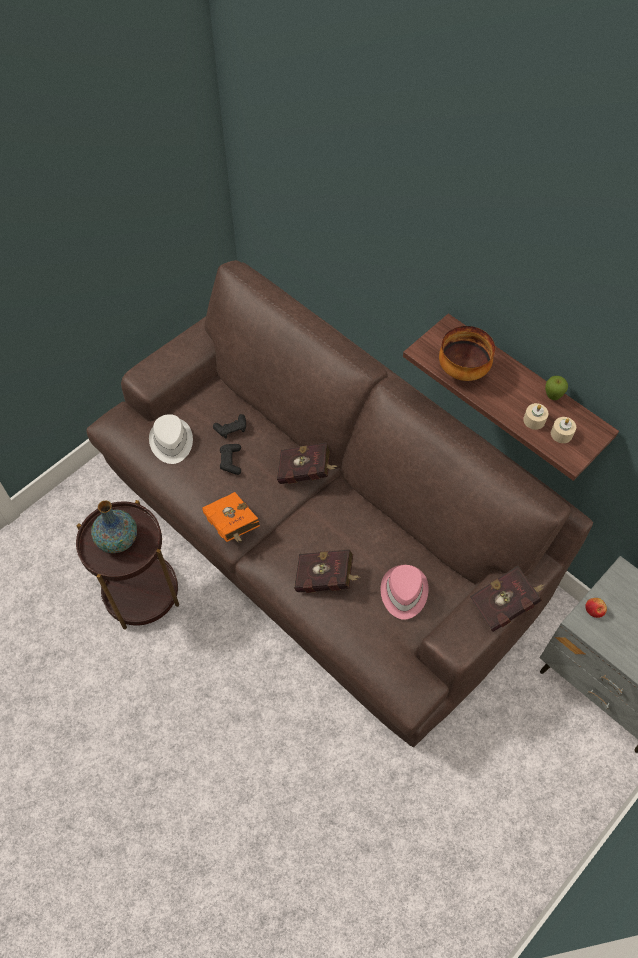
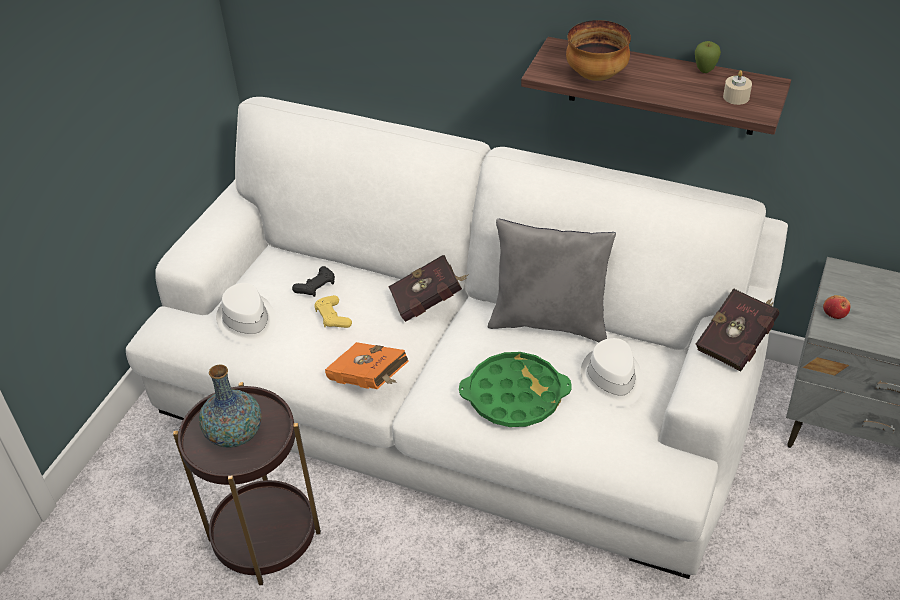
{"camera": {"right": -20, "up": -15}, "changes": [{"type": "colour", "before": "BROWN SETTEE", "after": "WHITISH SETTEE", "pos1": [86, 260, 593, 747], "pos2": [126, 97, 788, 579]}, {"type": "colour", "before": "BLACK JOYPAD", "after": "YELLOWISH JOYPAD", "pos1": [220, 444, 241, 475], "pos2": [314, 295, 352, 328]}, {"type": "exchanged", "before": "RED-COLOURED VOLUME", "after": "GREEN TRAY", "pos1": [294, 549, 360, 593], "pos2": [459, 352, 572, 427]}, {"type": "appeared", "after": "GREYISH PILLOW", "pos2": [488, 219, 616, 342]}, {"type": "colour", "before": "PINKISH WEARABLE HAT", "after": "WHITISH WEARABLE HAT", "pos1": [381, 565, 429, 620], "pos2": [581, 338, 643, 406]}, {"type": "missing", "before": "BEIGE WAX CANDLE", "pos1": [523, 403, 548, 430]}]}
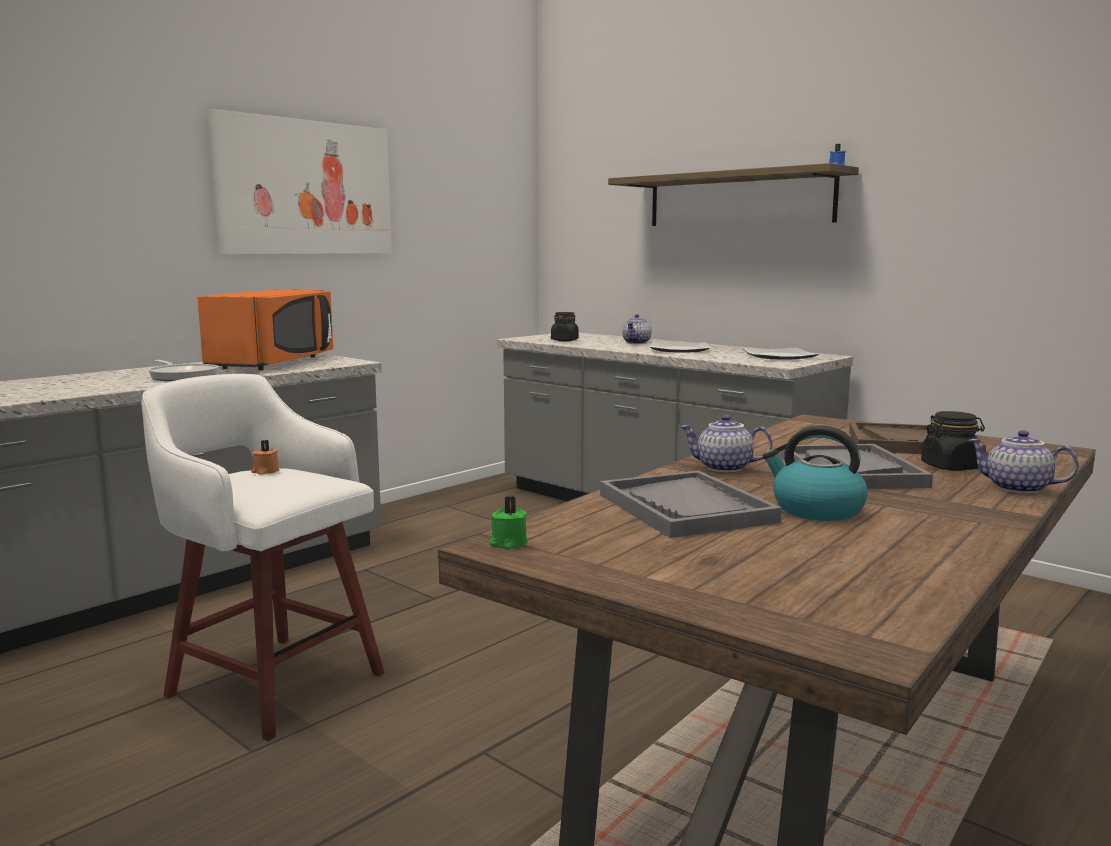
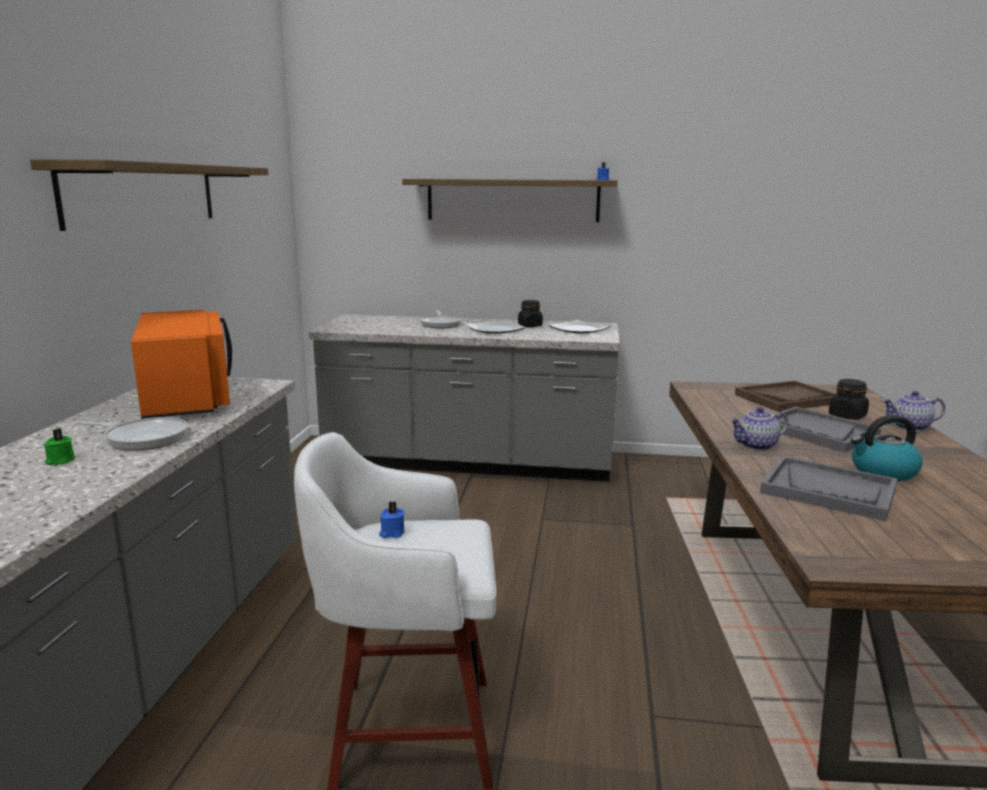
{"camera": {"right": -35, "up": 5}, "changes": [{"type": "exchanged", "before": "PICTURE", "after": "SHELF", "pos1": [208, 109, 392, 254], "pos2": [30, 159, 268, 231]}, {"type": "relocated", "before": "GREEN WAX CANDLE", "pos1": [489, 496, 528, 549], "pos2": [44, 429, 75, 465]}, {"type": "colour", "before": "ORANGEY WAX CANDLE", "after": "BLUE WAX CANDLE", "pos1": [252, 440, 279, 475], "pos2": [379, 501, 405, 538]}, {"type": "exchanged", "before": "TEAPOT", "after": "SKILLET", "pos1": [622, 314, 652, 344], "pos2": [420, 311, 462, 328]}, {"type": "relocated", "before": "BLACK STORAGE JAR", "pos1": [551, 312, 579, 341], "pos2": [518, 300, 543, 327]}]}
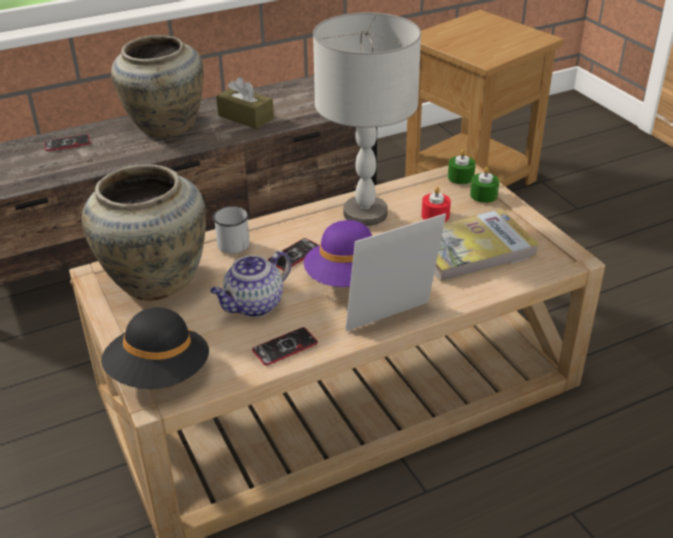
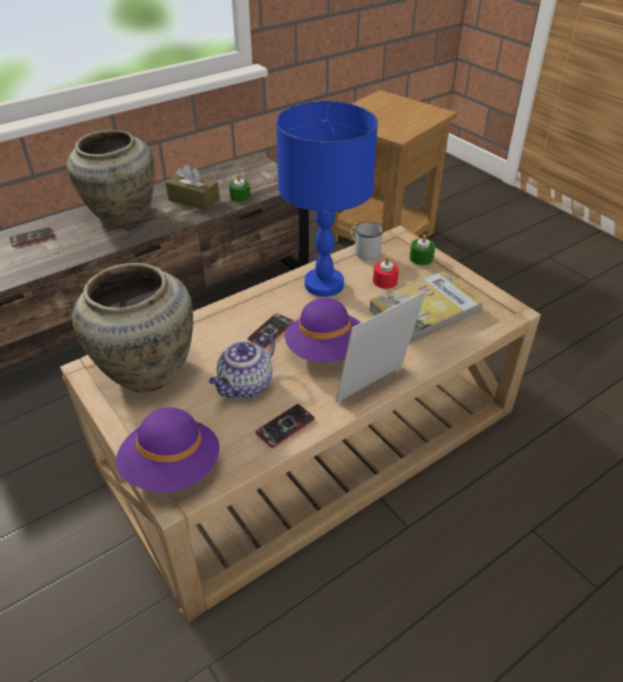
{"camera": {"right": -10, "up": 5}, "changes": [{"type": "colour", "before": "BLACK WEARABLE HAT", "after": "PURPLE WEARABLE HAT", "pos1": [101, 307, 209, 389], "pos2": [116, 407, 219, 492]}, {"type": "relocated", "before": "GREEN WAX CANDLE", "pos1": [448, 149, 476, 184], "pos2": [229, 174, 251, 202]}, {"type": "colour", "before": "GREYISH LAMP FOR A TABLE", "after": "BLUE LAMP FOR A TABLE", "pos1": [313, 12, 421, 226], "pos2": [276, 101, 378, 297]}, {"type": "relocated", "before": "WHITISH COFFEE MUG", "pos1": [213, 206, 250, 254], "pos2": [350, 222, 384, 260]}]}
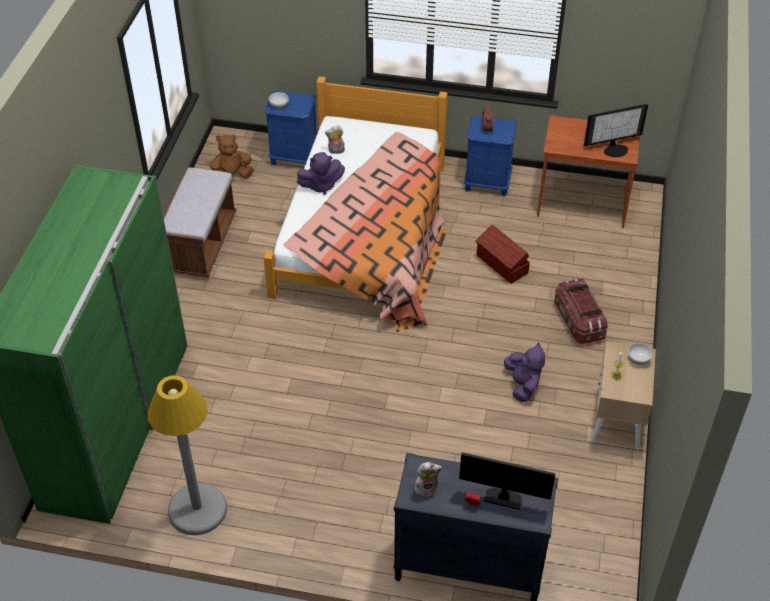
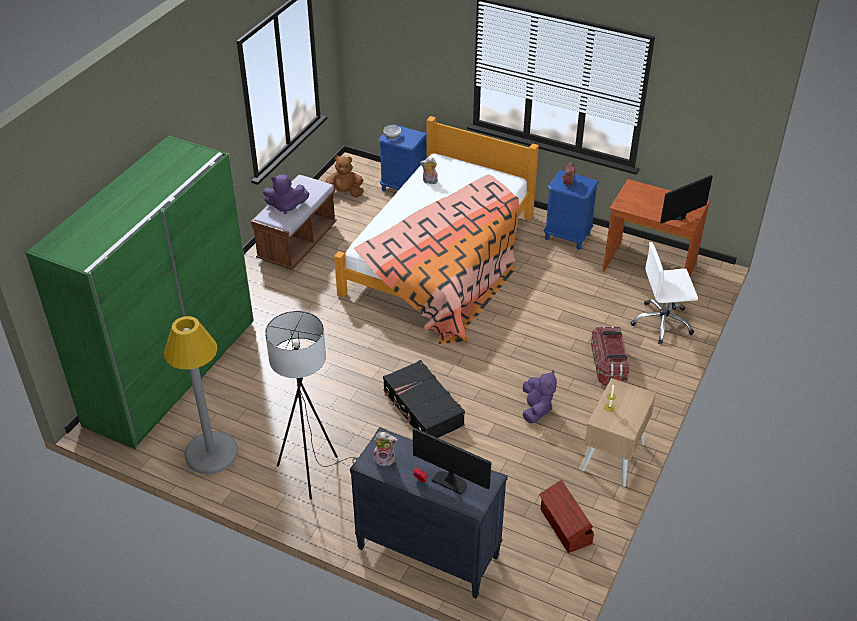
{"camera": {"right": 15, "up": -5}, "changes": [{"type": "relocated", "before": "PURPLE CUDDLY TOY", "pos1": [297, 152, 345, 195], "pos2": [263, 174, 309, 214]}, {"type": "appeared", "after": "GREYISH FLOOR LAMP", "pos2": [265, 311, 358, 500]}, {"type": "appeared", "after": "BLACK SUITCASE", "pos2": [383, 360, 465, 438]}, {"type": "relocated", "before": "BROWN STORAGE CONTAINER", "pos1": [476, 224, 530, 284], "pos2": [539, 480, 594, 553]}, {"type": "appeared", "after": "WHITISH COMPUTER CHAIR", "pos2": [630, 242, 698, 344]}, {"type": "spun", "before": "COMPUTER SCREEN", "pos1": [584, 104, 648, 157], "pos2": [660, 175, 713, 224], "turn": 150}, {"type": "missing", "before": "SERVING BOWL", "pos1": [628, 343, 653, 365]}]}
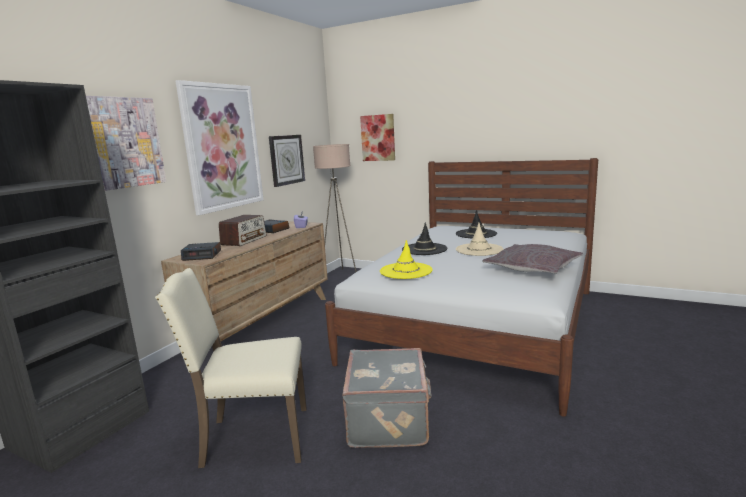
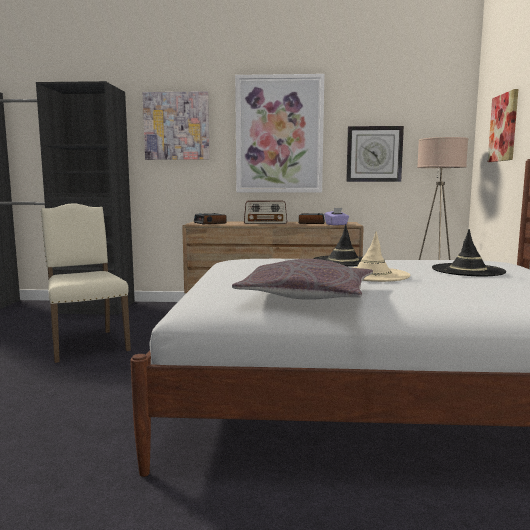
{"camera": {"right": 65, "up": -5}, "changes": [{"type": "missing", "before": "GREYISH SUITCASE", "pos1": [342, 348, 432, 448]}, {"type": "missing", "before": "YELLOWISH WEARABLE HAT", "pos1": [380, 240, 433, 279]}]}
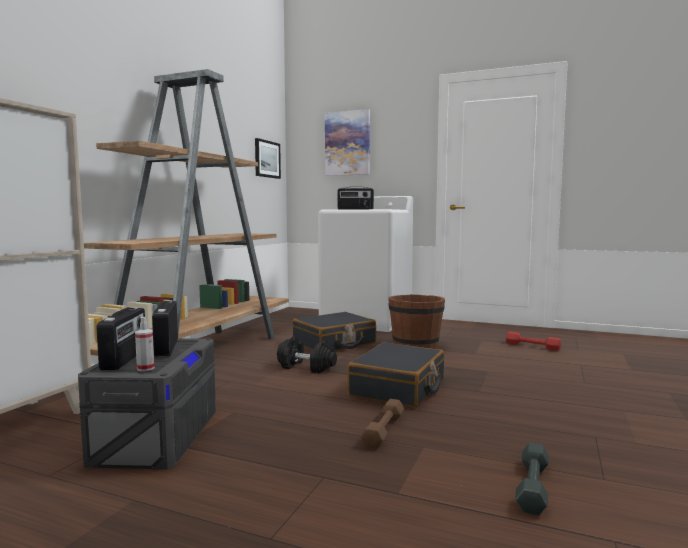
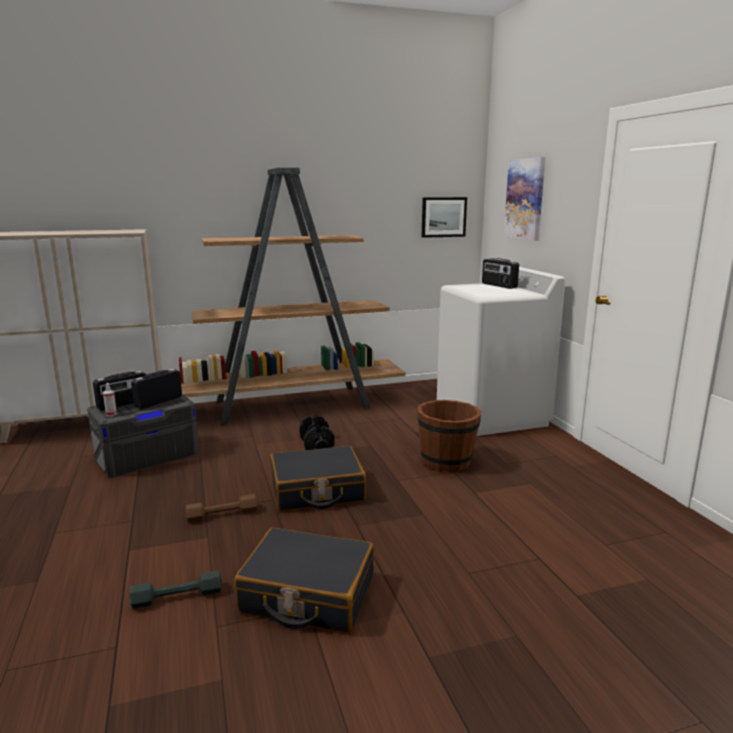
{"camera": {"right": 50, "up": 10}, "changes": [{"type": "relocated", "before": "BLACK SUITCASE", "pos1": [292, 312, 376, 351], "pos2": [234, 527, 374, 634]}, {"type": "missing", "before": "RED-COLOURED DUMBBELL", "pos1": [506, 331, 561, 351]}]}
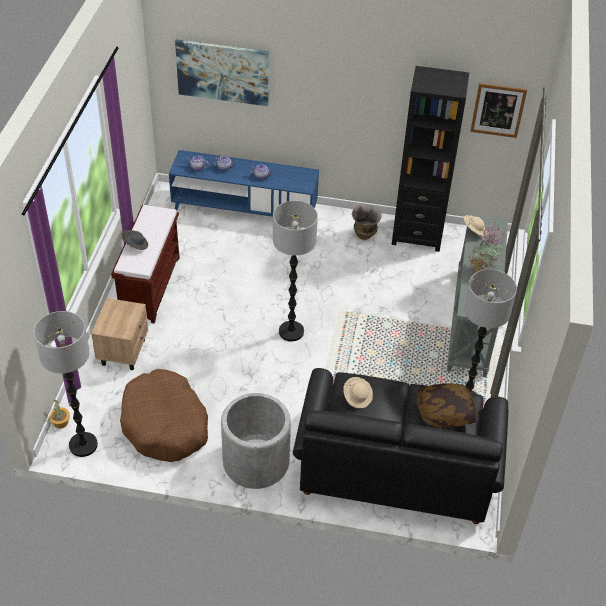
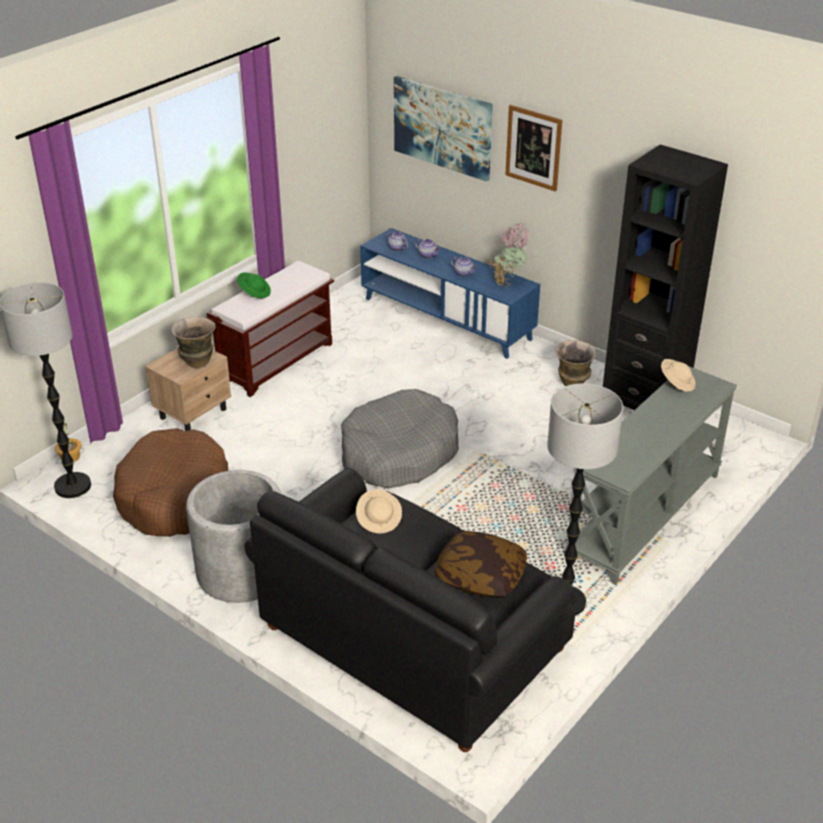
{"camera": {"right": 30, "up": -10}, "changes": [{"type": "appeared", "after": "FLOWER VASE", "pos2": [171, 317, 216, 368]}, {"type": "colour", "before": "GREYISH WEARABLE HAT", "after": "GREEN WEARABLE HAT", "pos1": [122, 230, 148, 250], "pos2": [237, 273, 271, 298]}, {"type": "exchanged", "before": "FLOOR LAMP", "after": "GREYISH DOG BED", "pos1": [273, 201, 318, 342], "pos2": [341, 389, 459, 488]}, {"type": "relocated", "before": "PLANT IN A POT", "pos1": [469, 222, 505, 272], "pos2": [488, 223, 528, 287]}, {"type": "relocated", "before": "PICTURE", "pos1": [470, 83, 527, 138], "pos2": [505, 105, 562, 192]}]}
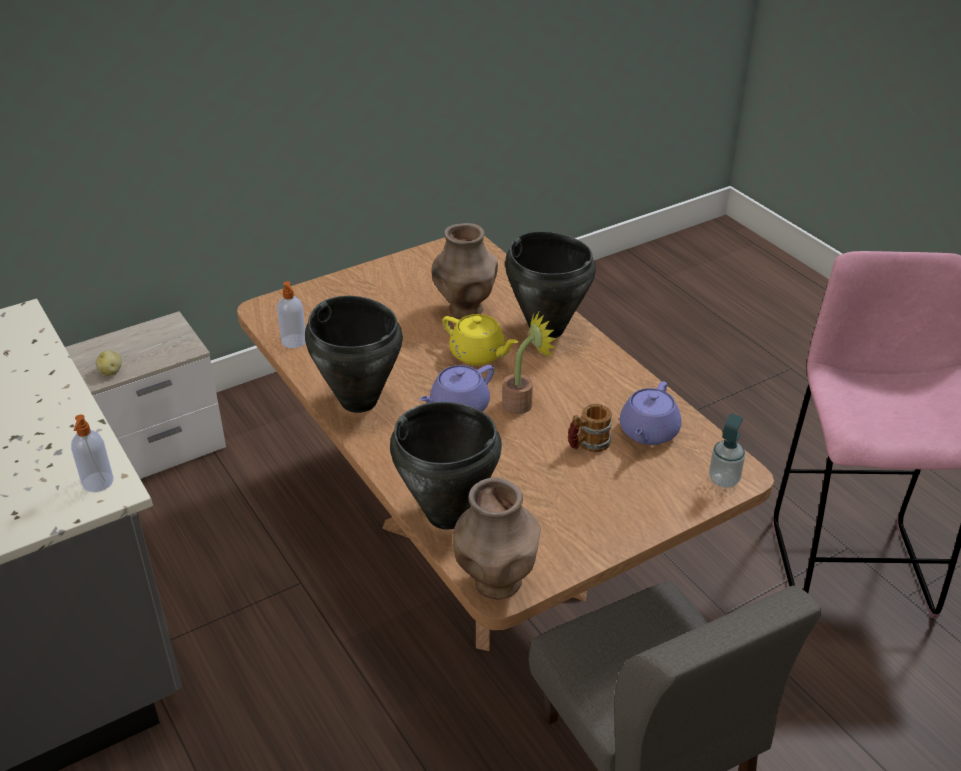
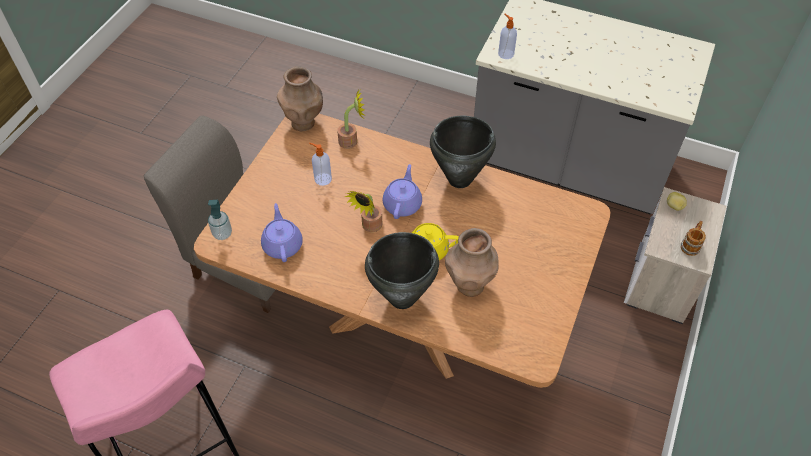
{"camera": {"right": 145, "up": 15}, "changes": [{"type": "relocated", "before": "SOAP DISPENSER", "pos1": [277, 281, 306, 348], "pos2": [309, 143, 332, 186]}, {"type": "exchanged", "before": "BLACK SAUCEPOT", "after": "PLANT IN A POT", "pos1": [390, 402, 502, 530], "pos2": [337, 88, 365, 149]}, {"type": "relocated", "before": "COFFEE MUG", "pos1": [568, 404, 612, 452], "pos2": [681, 221, 706, 256]}]}
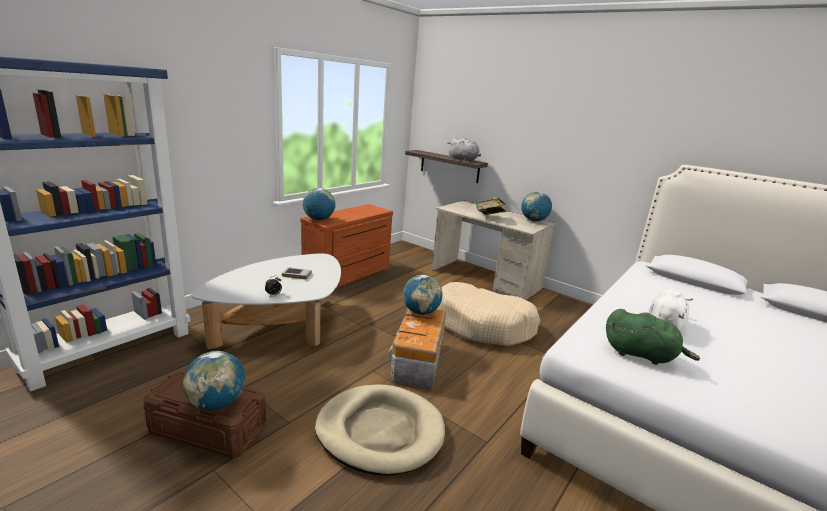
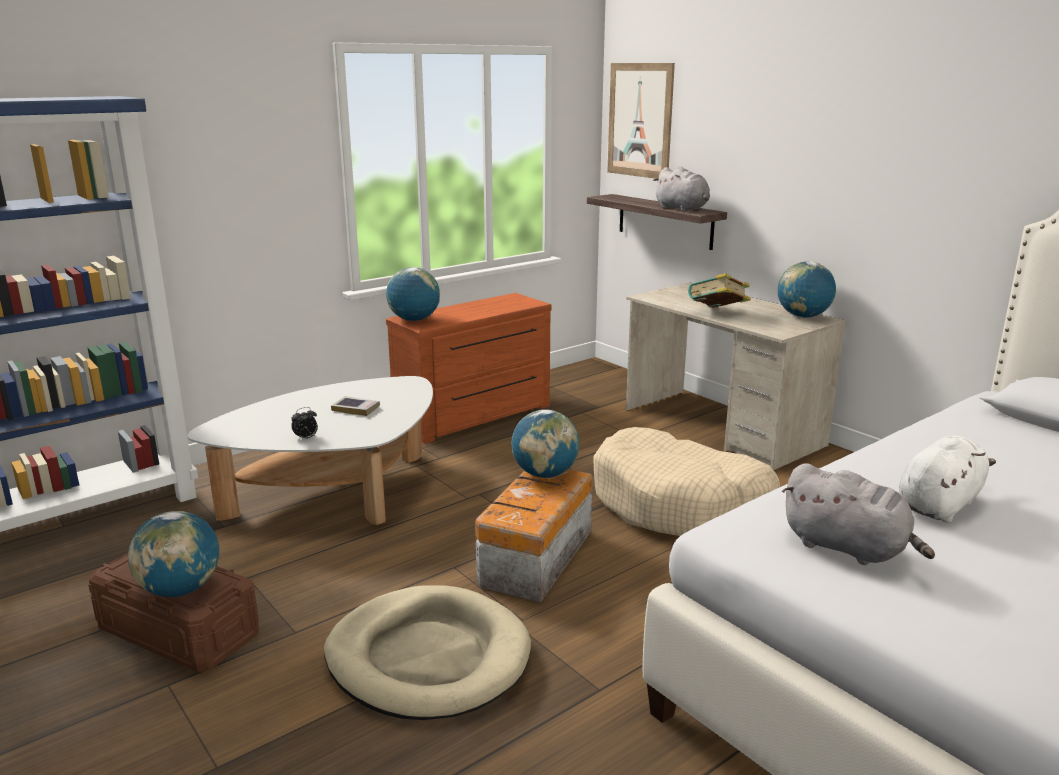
{"camera": {"right": 15, "up": 0}, "changes": [{"type": "appeared", "after": "PICTURE", "pos2": [607, 63, 675, 179]}, {"type": "colour", "before": "GREEN CUDDLY TOY", "after": "GREYISH CUDDLY TOY", "pos1": [606, 309, 700, 365], "pos2": [782, 463, 935, 565]}]}
